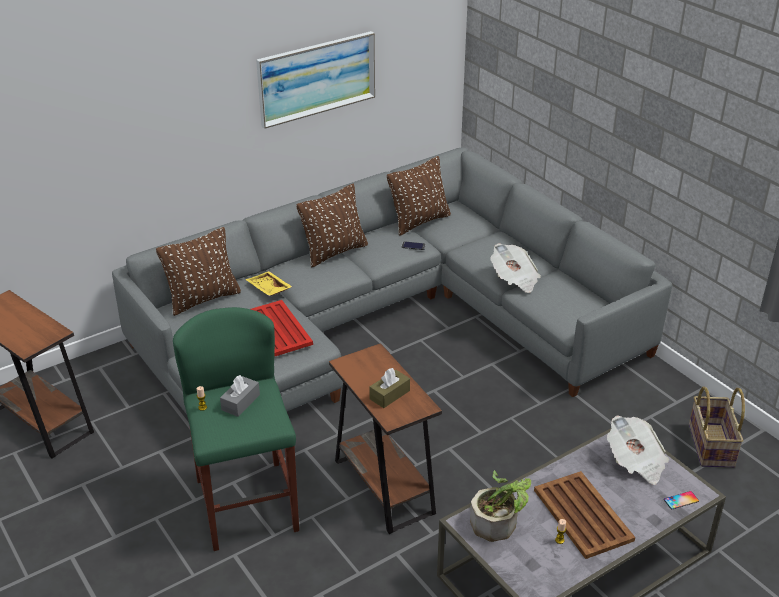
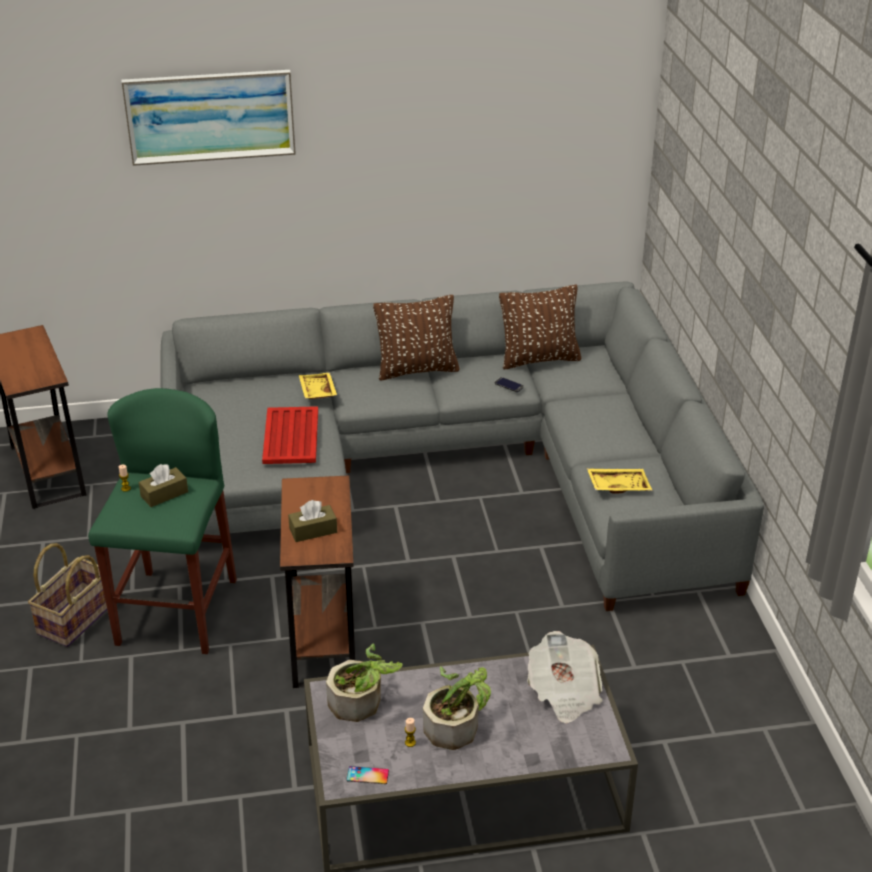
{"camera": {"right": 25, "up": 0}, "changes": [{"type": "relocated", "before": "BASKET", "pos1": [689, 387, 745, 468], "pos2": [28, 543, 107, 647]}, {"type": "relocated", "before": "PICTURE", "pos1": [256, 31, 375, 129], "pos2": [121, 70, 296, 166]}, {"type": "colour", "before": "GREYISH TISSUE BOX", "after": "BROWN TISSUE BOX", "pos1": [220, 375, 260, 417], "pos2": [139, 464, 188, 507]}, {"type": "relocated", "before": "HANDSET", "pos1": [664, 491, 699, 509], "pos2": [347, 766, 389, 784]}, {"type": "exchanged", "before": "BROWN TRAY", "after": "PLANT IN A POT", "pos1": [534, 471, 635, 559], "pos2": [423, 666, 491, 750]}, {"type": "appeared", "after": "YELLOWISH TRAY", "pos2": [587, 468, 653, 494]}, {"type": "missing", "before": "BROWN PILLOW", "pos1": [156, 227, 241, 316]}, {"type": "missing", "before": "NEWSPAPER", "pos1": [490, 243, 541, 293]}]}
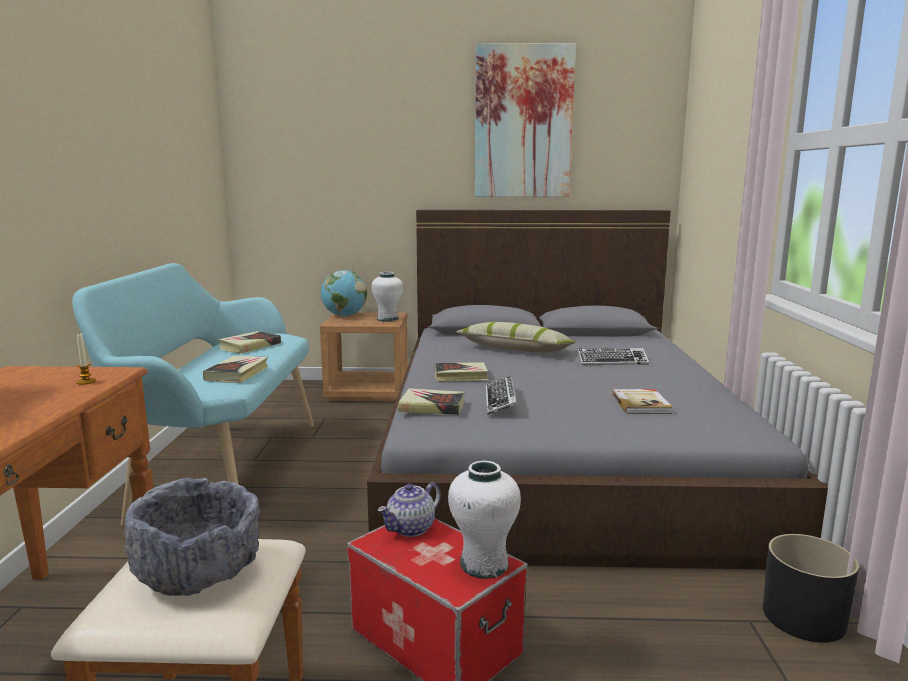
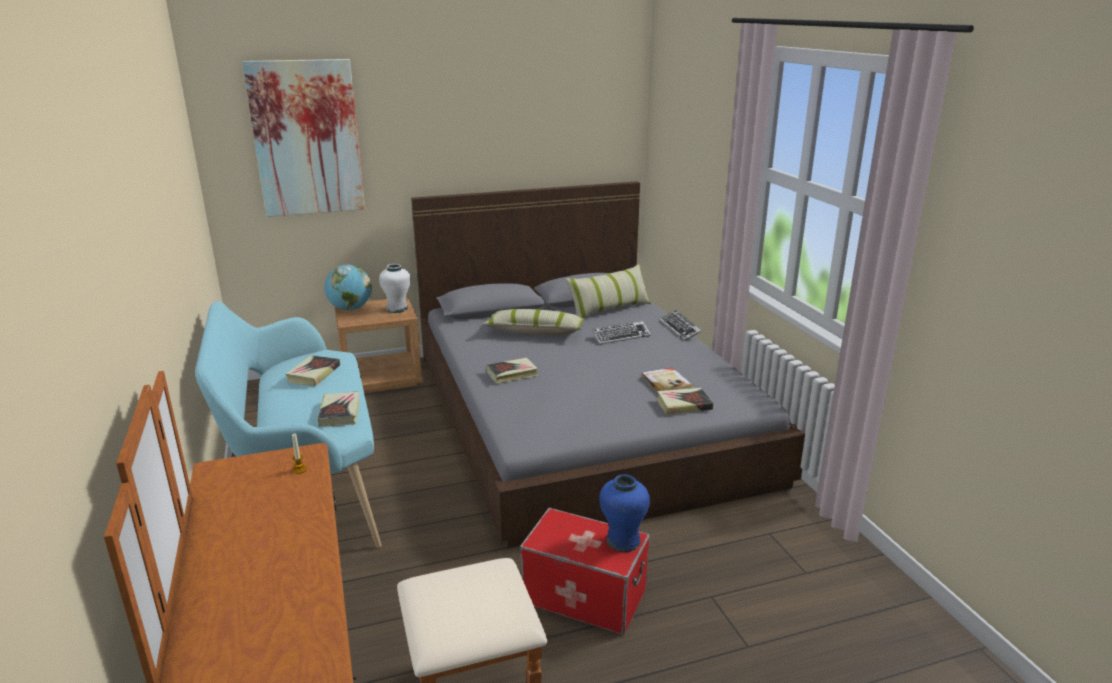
{"camera": {"right": -20, "up": 10}, "changes": [{"type": "relocated", "before": "PICTURE", "pos1": [475, 43, 576, 197], "pos2": [242, 59, 365, 217]}, {"type": "appeared", "after": "PILLOW", "pos2": [565, 264, 651, 318]}, {"type": "colour", "before": "WHITISH FLOWER VASE", "after": "BLUE FLOWER VASE", "pos1": [448, 461, 521, 579], "pos2": [599, 474, 650, 552]}, {"type": "relocated", "before": "VOLUME", "pos1": [398, 388, 465, 415], "pos2": [657, 388, 713, 415]}, {"type": "relocated", "before": "KEYBOARD", "pos1": [486, 376, 518, 415], "pos2": [660, 310, 702, 341]}, {"type": "missing", "before": "GREYISH SERVING BOWL", "pos1": [123, 478, 260, 596]}, {"type": "missing", "before": "TEAPOT", "pos1": [378, 482, 441, 537]}, {"type": "missing", "before": "BLACK PLANT POT", "pos1": [763, 534, 859, 643]}]}
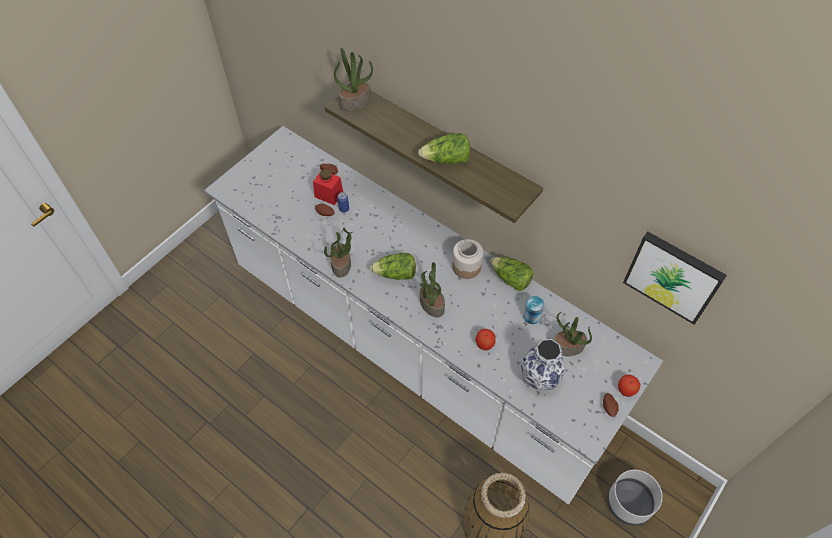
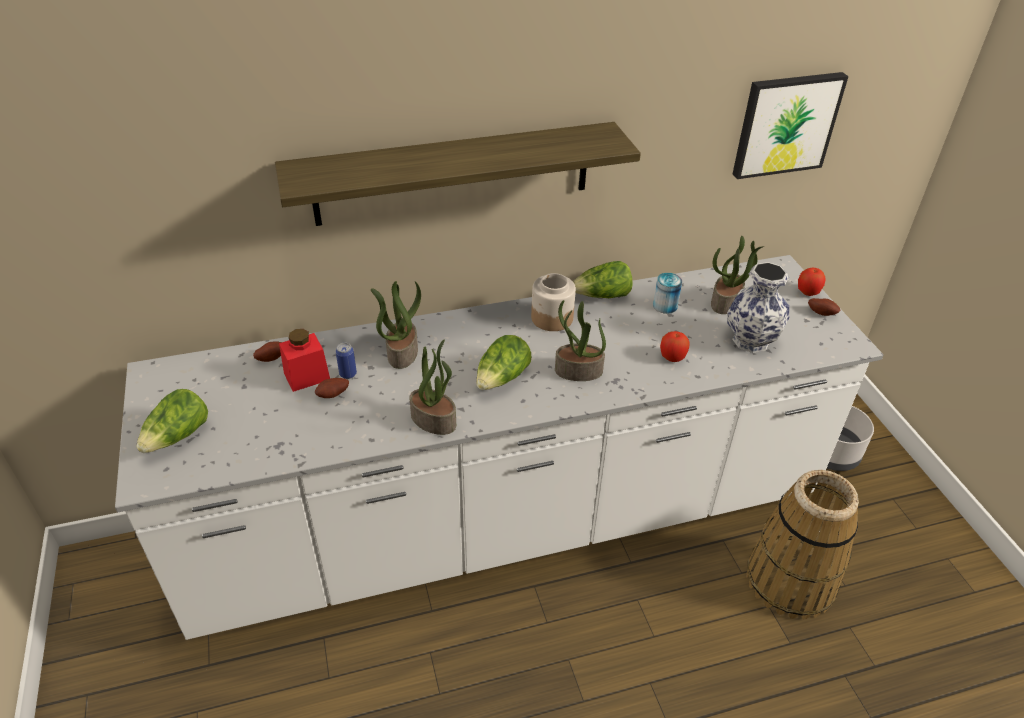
{"camera": {"right": -55, "up": -15}, "changes": [{"type": "relocated", "before": "HEAD OF LETTUCE", "pos1": [418, 133, 470, 164], "pos2": [136, 389, 208, 453]}, {"type": "relocated", "before": "PLANT IN A POT", "pos1": [334, 48, 373, 111], "pos2": [371, 281, 421, 369]}]}
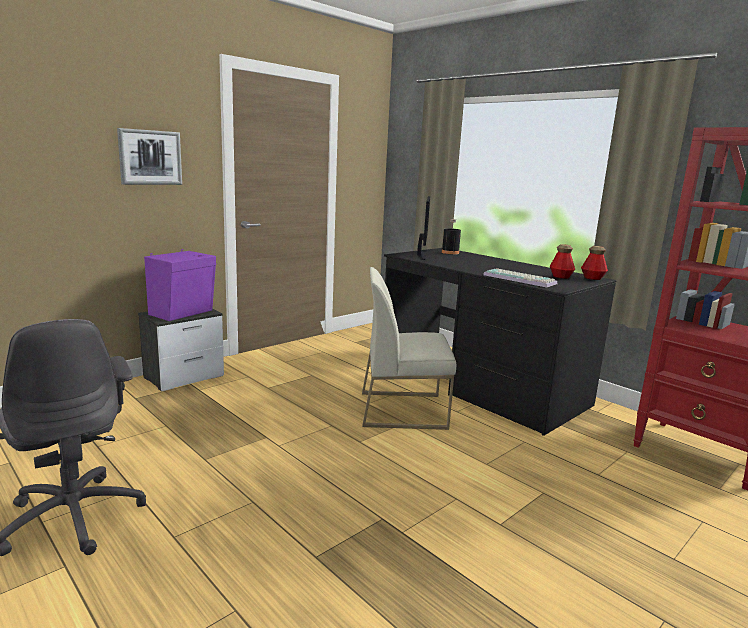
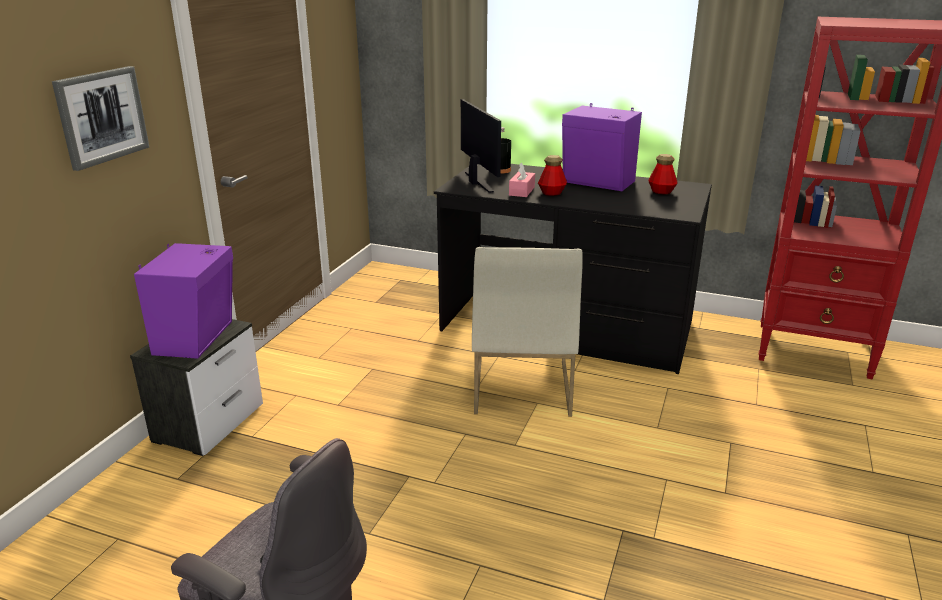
{"camera": {"right": -25, "up": 10}, "changes": [{"type": "spun", "before": "WHITISH PLAIN CHAIR", "pos1": [362, 267, 456, 430], "pos2": [472, 247, 583, 417], "turn": -60}, {"type": "appeared", "after": "PINKISH TISSUE BOX", "pos2": [509, 162, 535, 197]}, {"type": "relocated", "before": "BOTTLE", "pos1": [581, 246, 608, 280], "pos2": [538, 155, 567, 196]}, {"type": "appeared", "after": "PURPLE SPEAKER", "pos2": [562, 103, 642, 191]}, {"type": "missing", "before": "KEYBOARD", "pos1": [483, 268, 557, 288]}]}
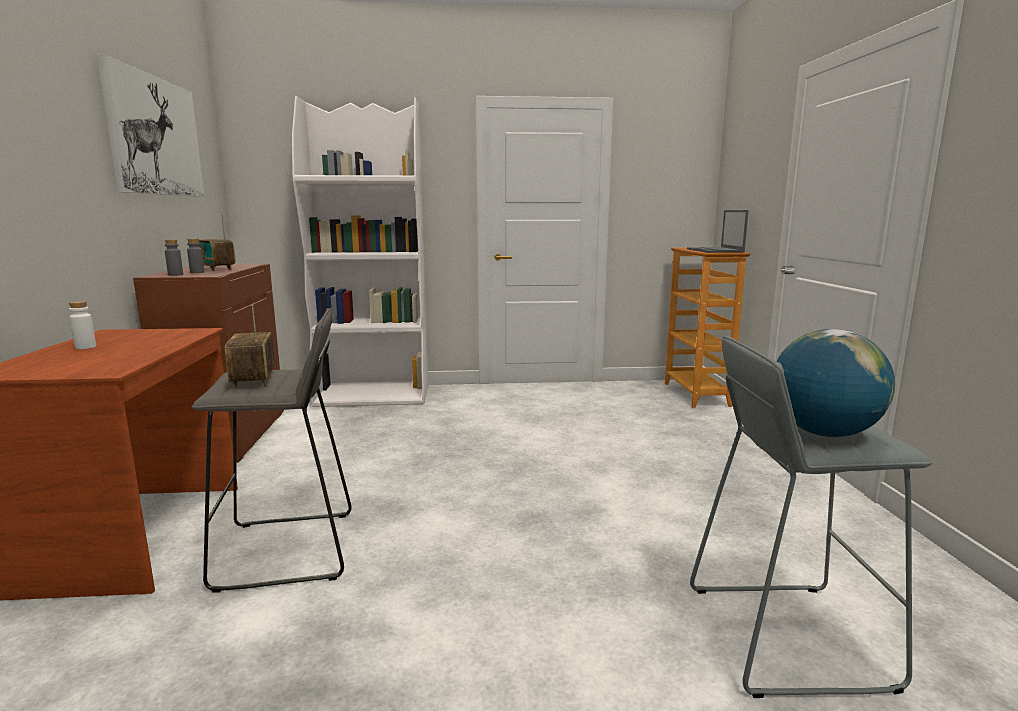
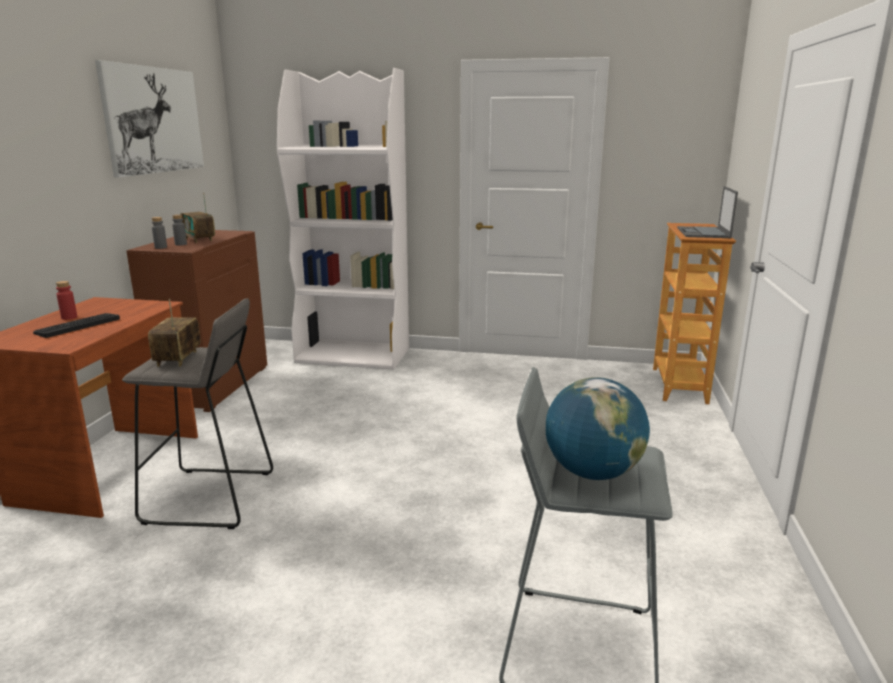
{"camera": {"right": 15, "up": 5}, "changes": [{"type": "appeared", "after": "KEYBOARD", "pos2": [33, 313, 120, 338]}, {"type": "colour", "before": "WHITISH BOTTLE", "after": "RED-COLOURED BOTTLE", "pos1": [69, 301, 96, 349], "pos2": [56, 281, 77, 320]}]}
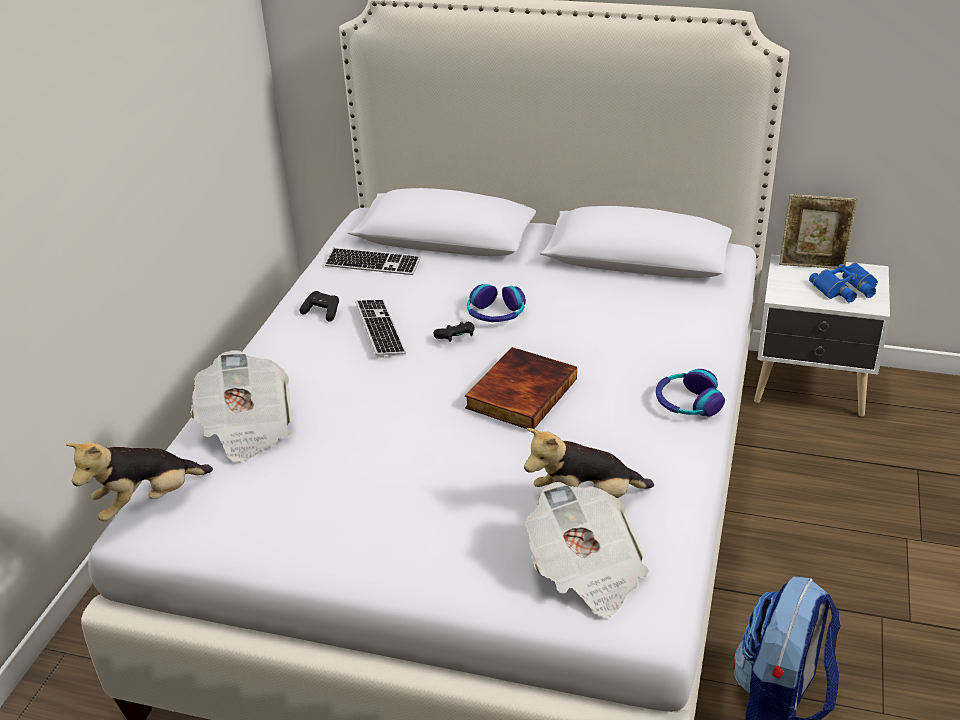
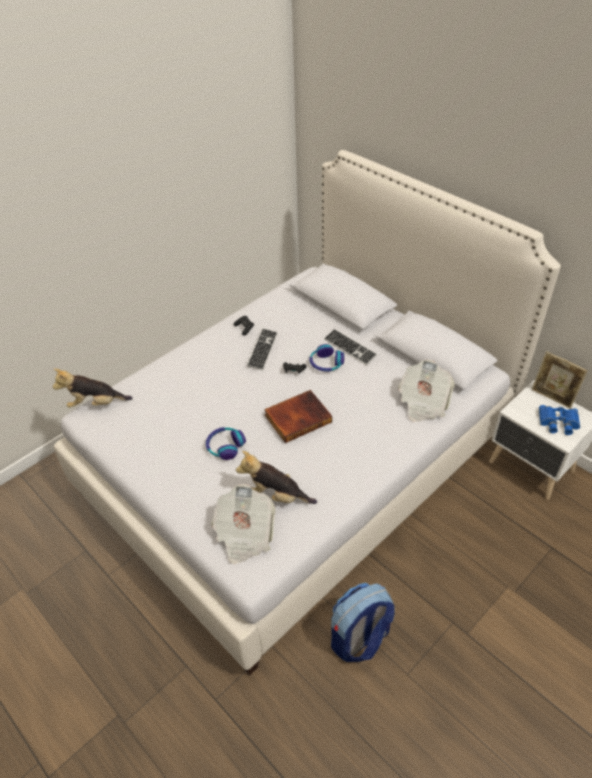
{"camera": {"right": 30, "up": 10}, "changes": [{"type": "relocated", "before": "HEADSET", "pos1": [656, 369, 725, 416], "pos2": [206, 427, 246, 460]}, {"type": "relocated", "before": "KEYBOARD", "pos1": [325, 248, 421, 275], "pos2": [324, 329, 377, 365]}, {"type": "relocated", "before": "NEWSPAPER", "pos1": [191, 350, 292, 463], "pos2": [398, 360, 455, 422]}]}
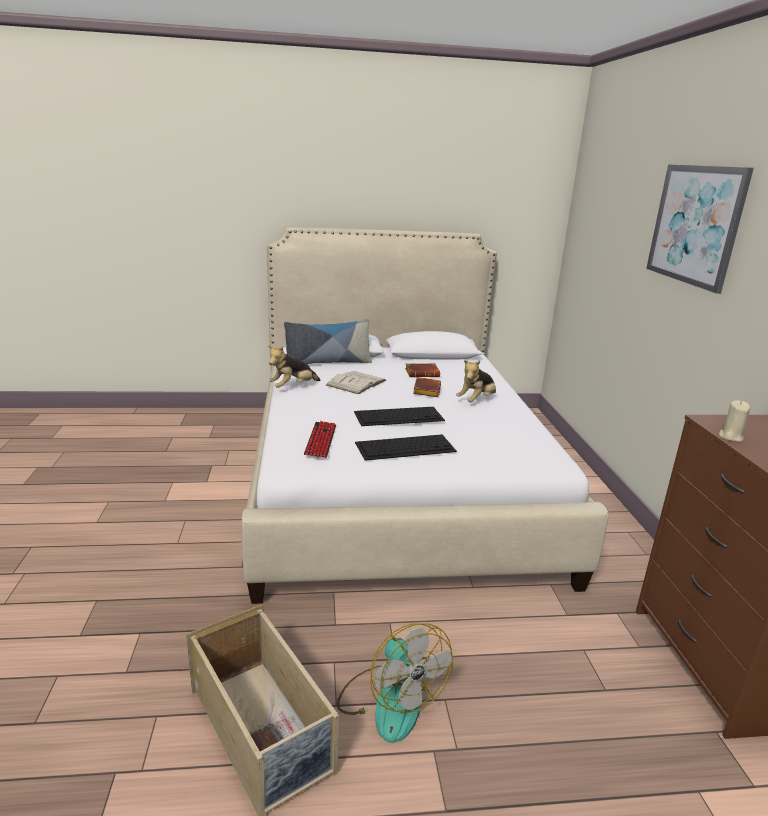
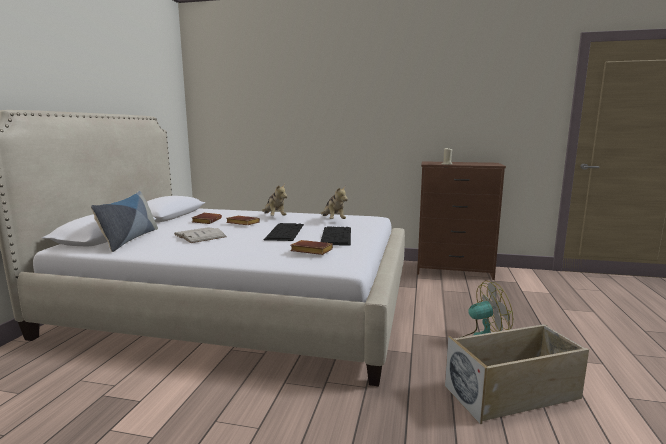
{"camera": {"right": -70, "up": -10}, "changes": [{"type": "exchanged", "before": "KEYBOARD", "after": "BROWN VOLUME", "pos1": [304, 421, 336, 458], "pos2": [290, 240, 333, 255]}, {"type": "relocated", "before": "CUDDLY TOY", "pos1": [268, 346, 320, 388], "pos2": [321, 187, 348, 219]}, {"type": "missing", "before": "PICTURE", "pos1": [646, 164, 754, 294]}]}
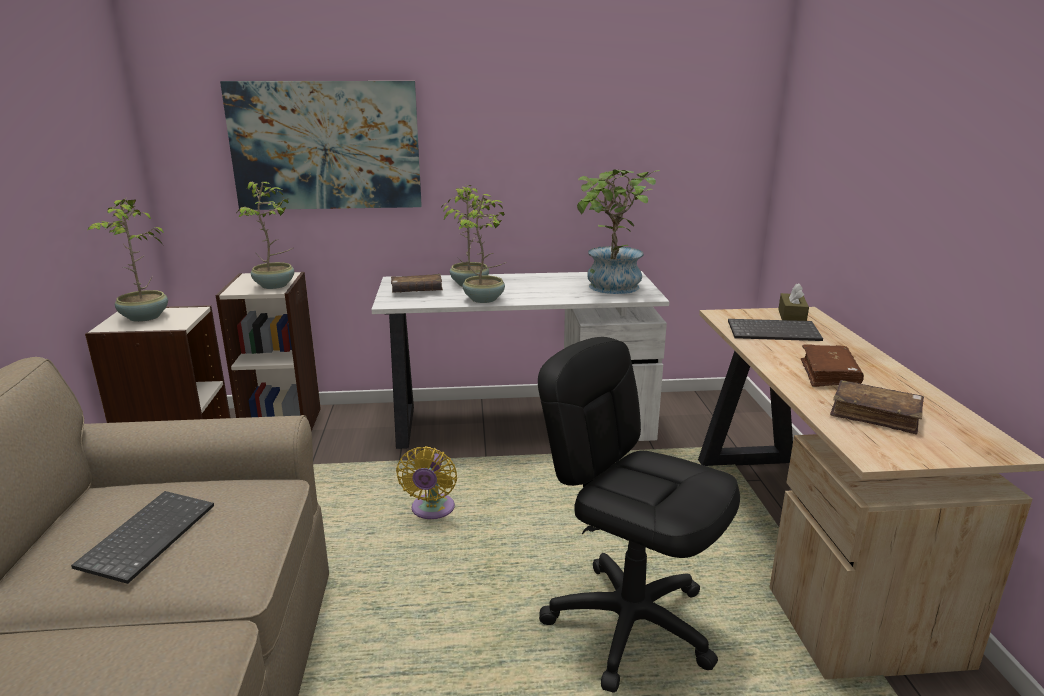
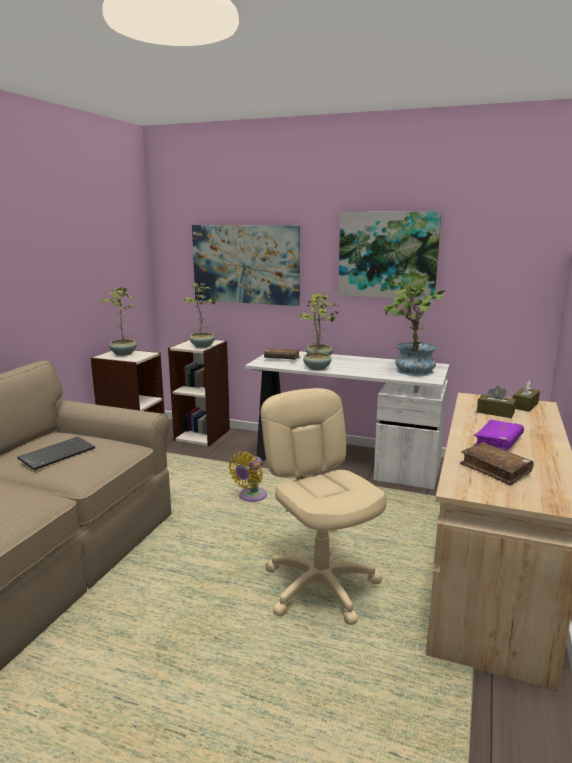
{"camera": {"right": 25, "up": -5}, "changes": [{"type": "colour", "before": "BLACK COMPUTER CHAIR", "after": "BEIGE COMPUTER CHAIR", "pos1": [538, 337, 740, 693], "pos2": [261, 388, 387, 625]}, {"type": "appeared", "after": "PICTURE", "pos2": [338, 211, 441, 300]}, {"type": "colour", "before": "BROWN VOLUME", "after": "PURPLE VOLUME", "pos1": [801, 345, 864, 387], "pos2": [474, 420, 524, 450]}, {"type": "exchanged", "before": "KEYBOARD", "after": "BROWN TISSUE BOX", "pos1": [728, 319, 823, 341], "pos2": [477, 386, 516, 418]}]}
